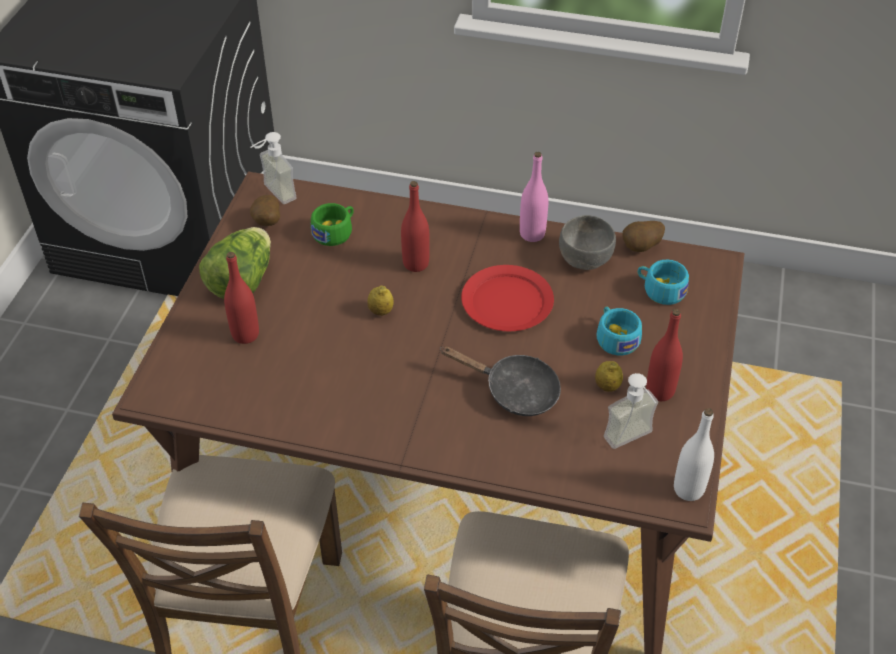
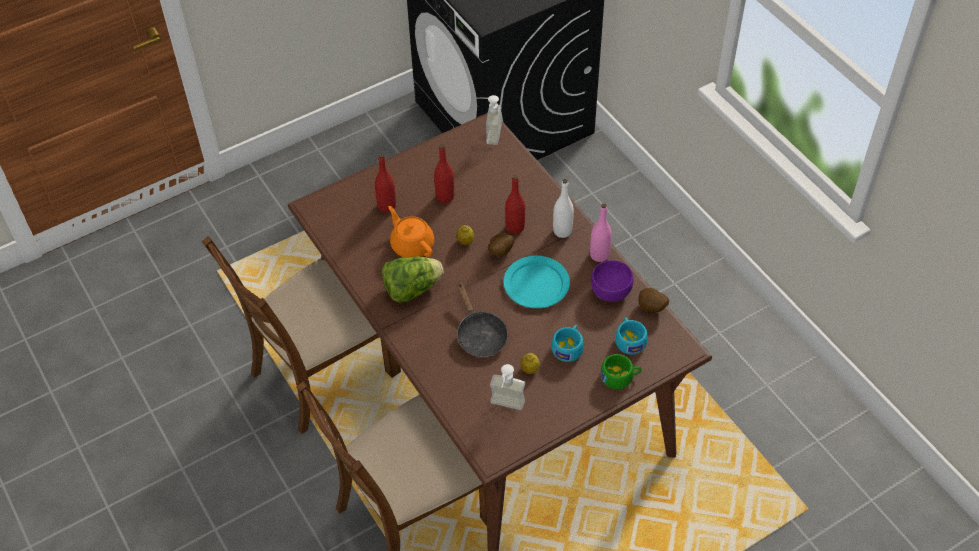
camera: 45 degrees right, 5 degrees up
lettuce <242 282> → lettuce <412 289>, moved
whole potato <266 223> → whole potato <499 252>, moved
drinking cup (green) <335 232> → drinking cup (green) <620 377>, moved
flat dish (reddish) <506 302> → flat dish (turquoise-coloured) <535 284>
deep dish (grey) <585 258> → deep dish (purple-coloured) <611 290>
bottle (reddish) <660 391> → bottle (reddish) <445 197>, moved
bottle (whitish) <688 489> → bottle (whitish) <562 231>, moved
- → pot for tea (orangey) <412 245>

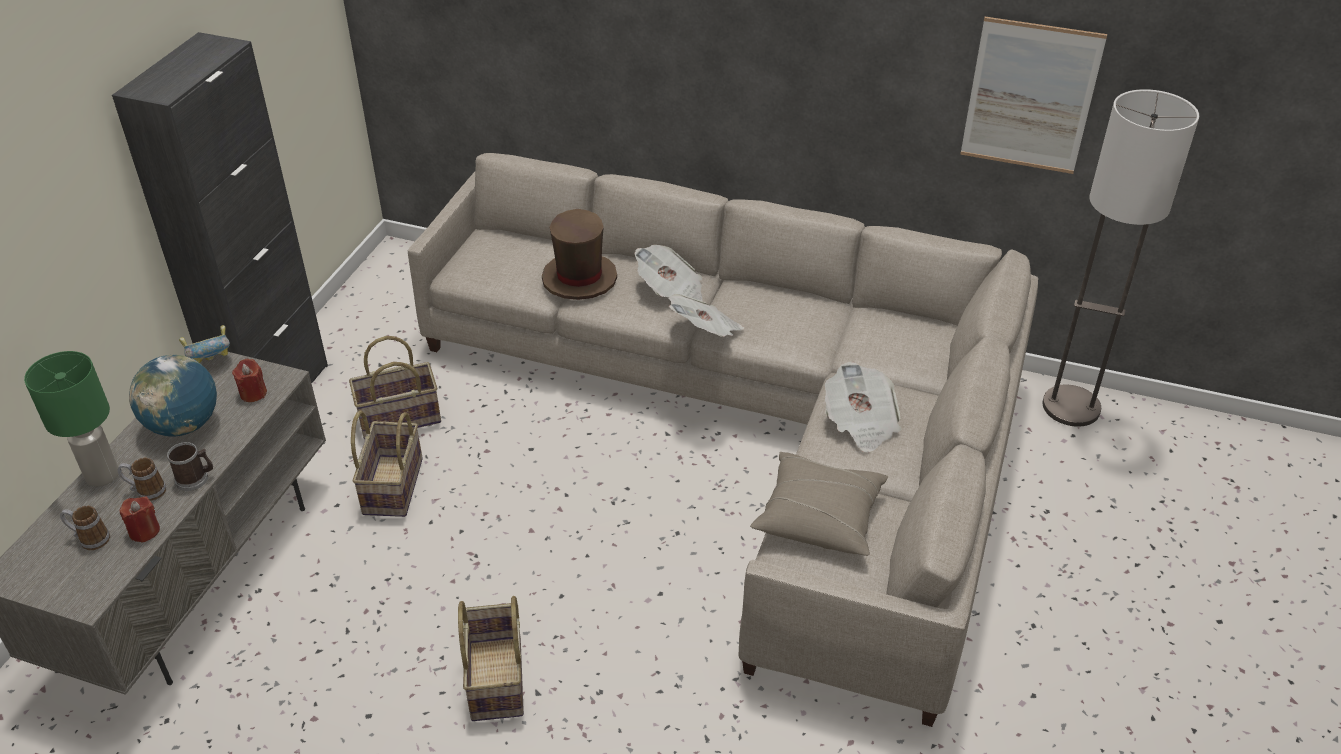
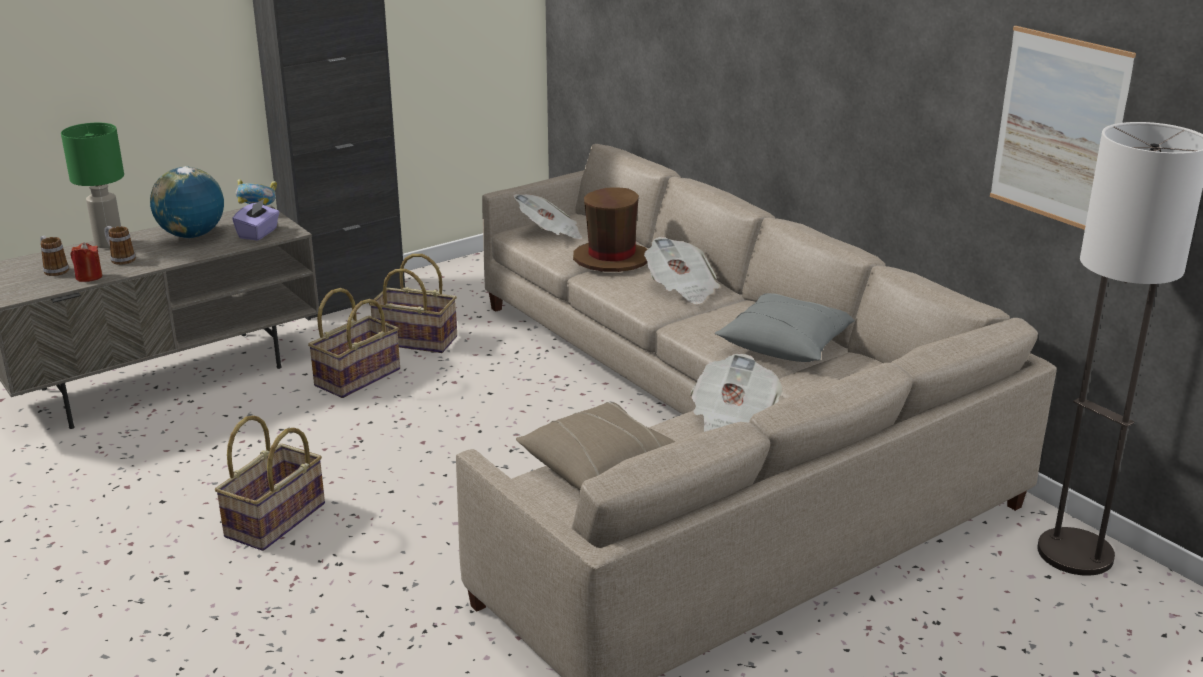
camera: 35 degrees right, 15 degrees down
mug <195 478> → -
wax candle (reddish) <253 393> → tissue box (purple-coloured) <258 233>
daily paper <706 331> → daily paper <550 234>, moved
- → pillow (grey) <786 345>

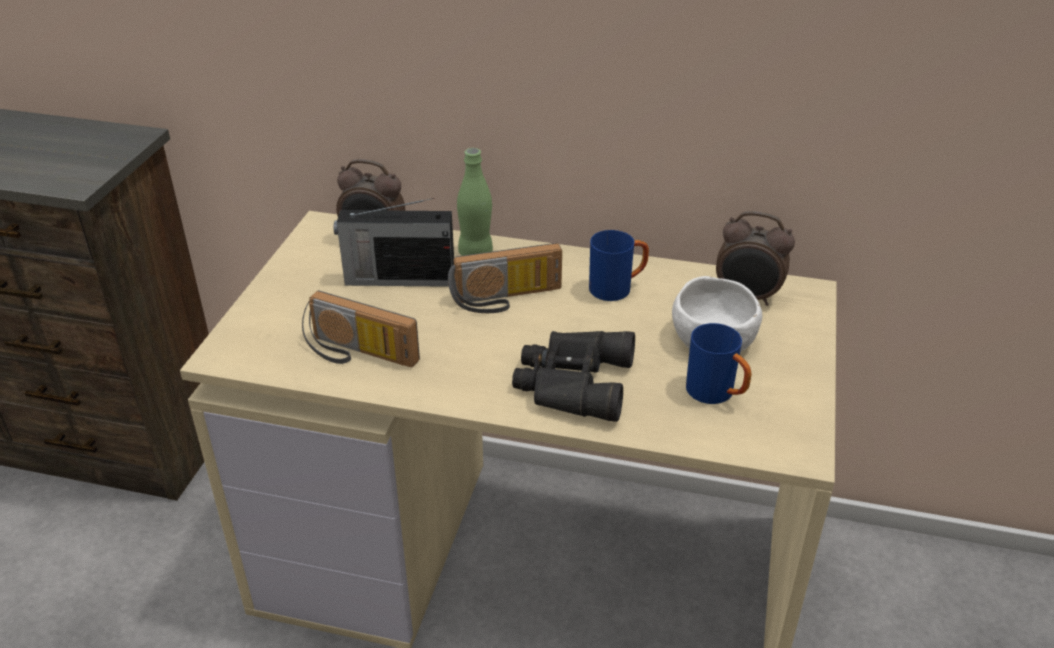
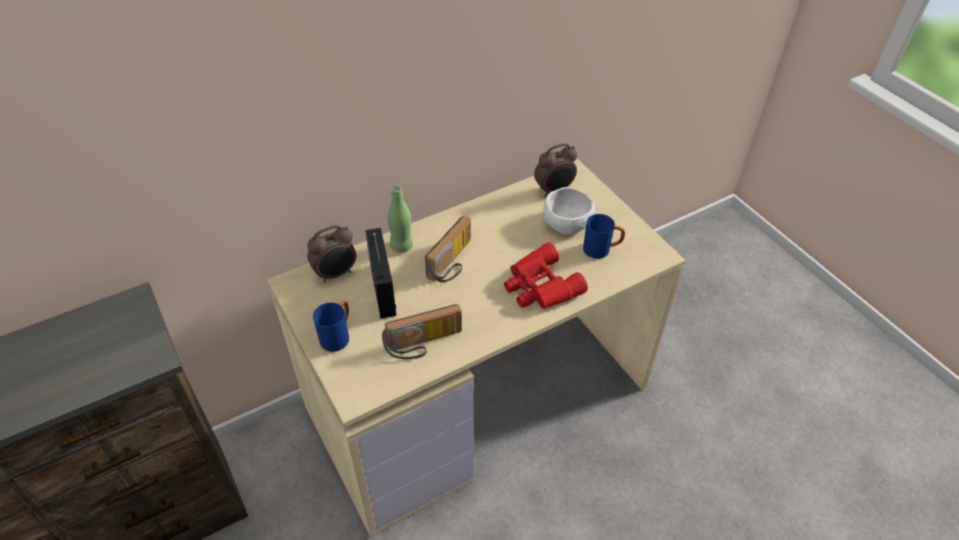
camera: 45 degrees left, 10 degrees up
radio receiver <398 279> → radio receiver <383 288>, 120 degrees clockwise
pair of binoculars (black-coloured) <571 383> → pair of binoculars (reddish) <539 287>
mug (bluish) <617 288> → mug (bluish) <338 335>, moved

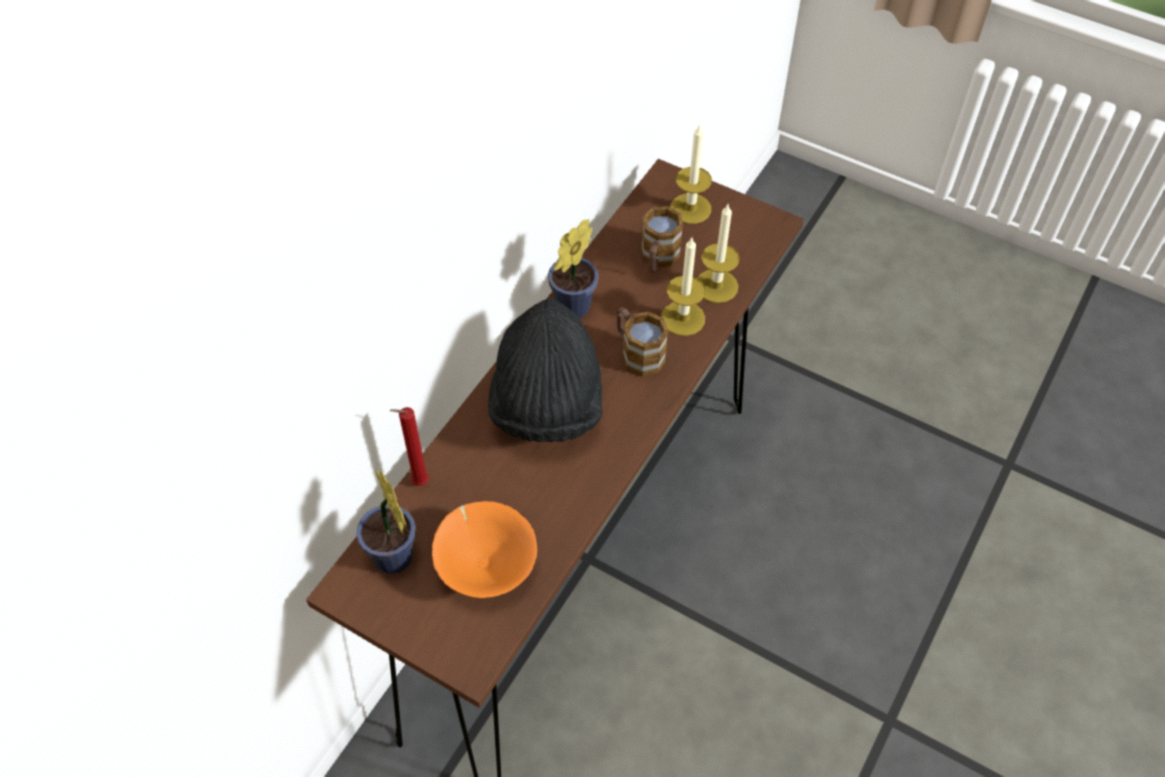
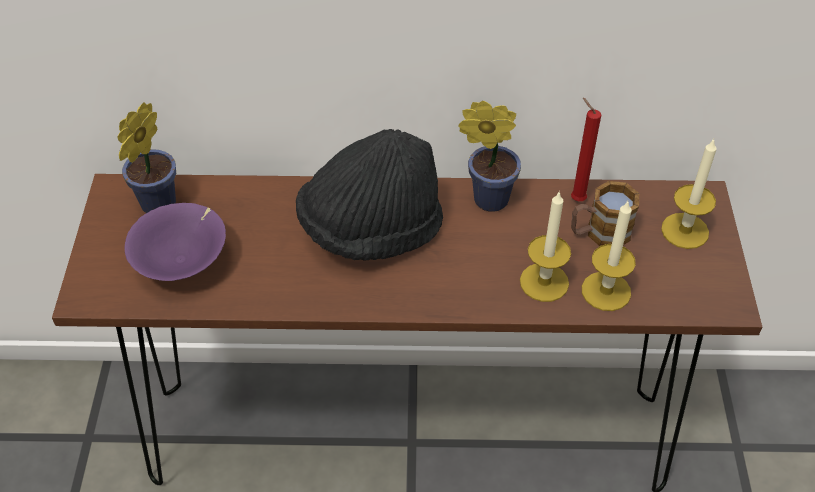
camera: 60 degrees right, 5 degrees down
wax candle (reddish) <418 483> → wax candle (reddish) <575 199>, moved
deep dish (orangey) <485 564> → deep dish (purple-coloured) <183 262>
mug <637 353> → -

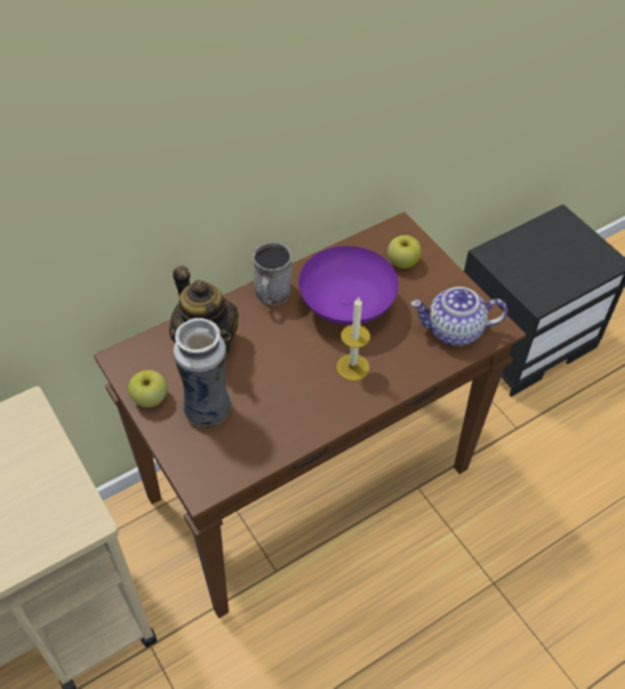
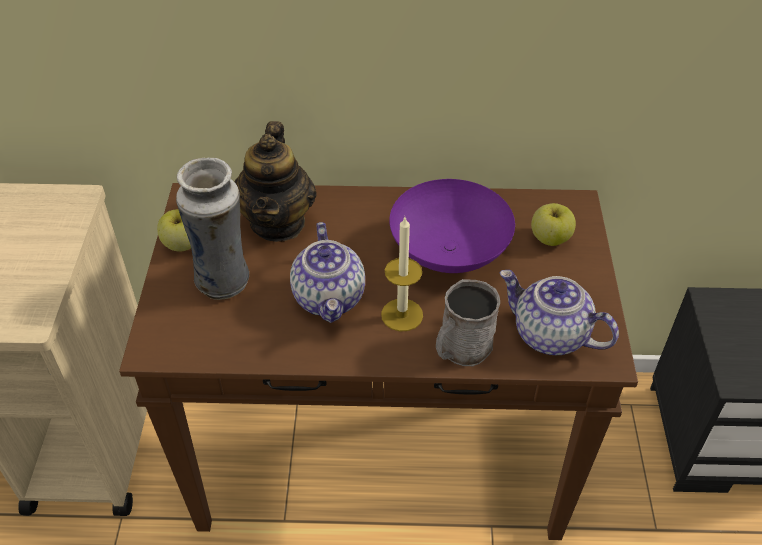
camera: 35 degrees right, 5 degrees down
mug (grey) <271 295> → mug (grey) <461 350>, moved
- → pot for tea <330 298>

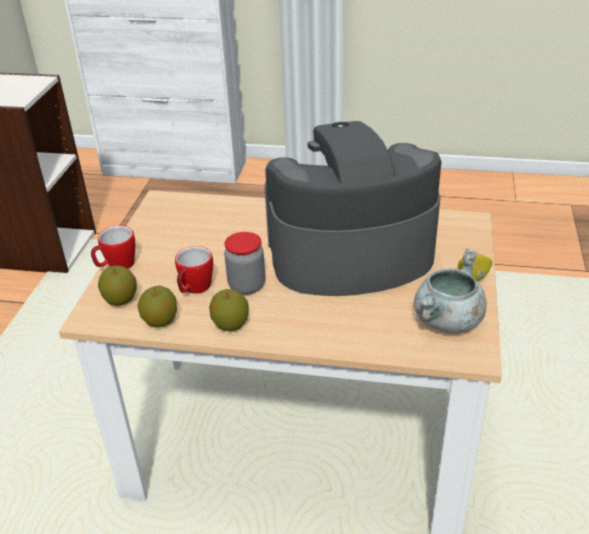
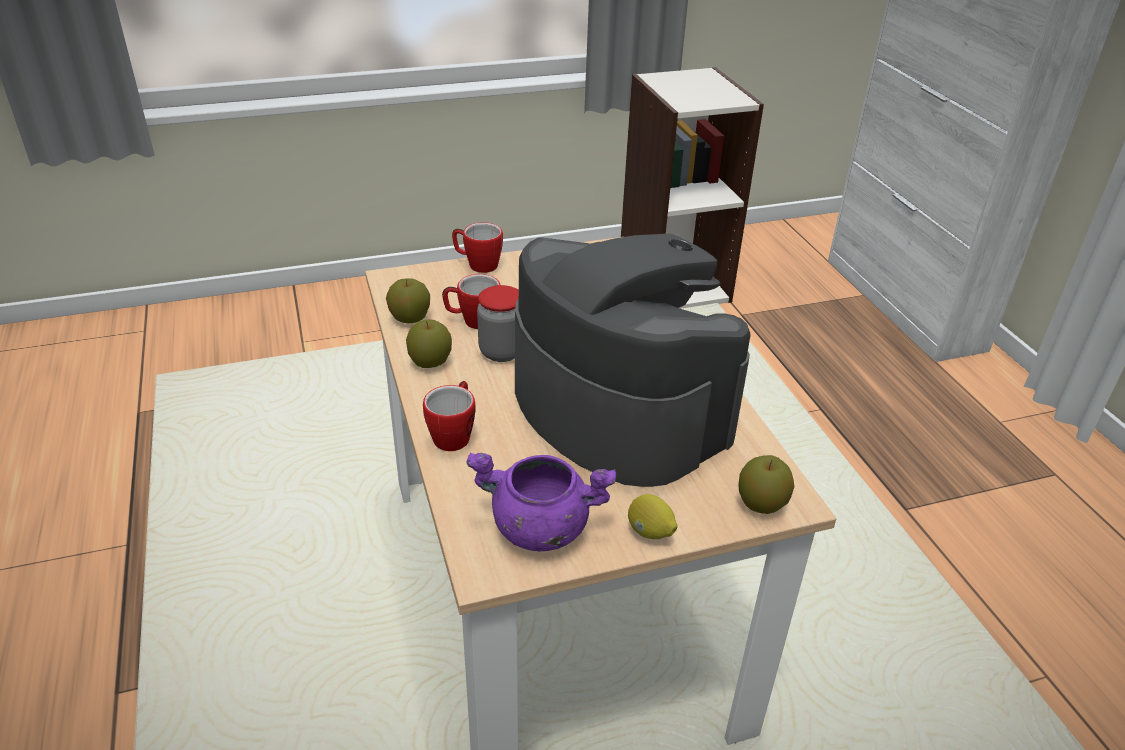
camera: 60 degrees right, 0 degrees up
apple <121 300> → apple <761 504>, moved
saucepot (grey) <447 320> → saucepot (purple-coloured) <539 528>
- → mug <454 434>

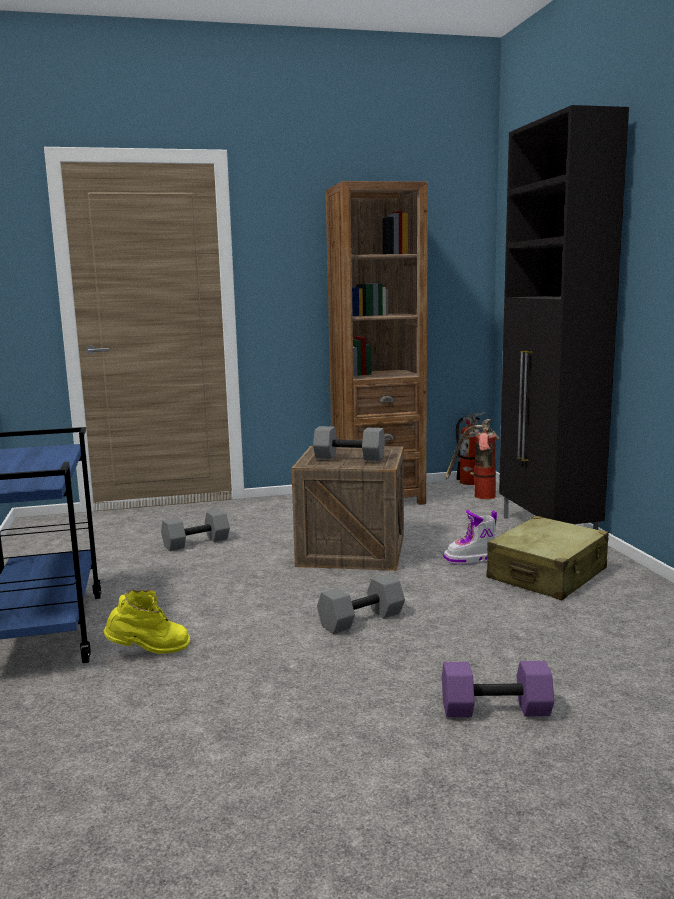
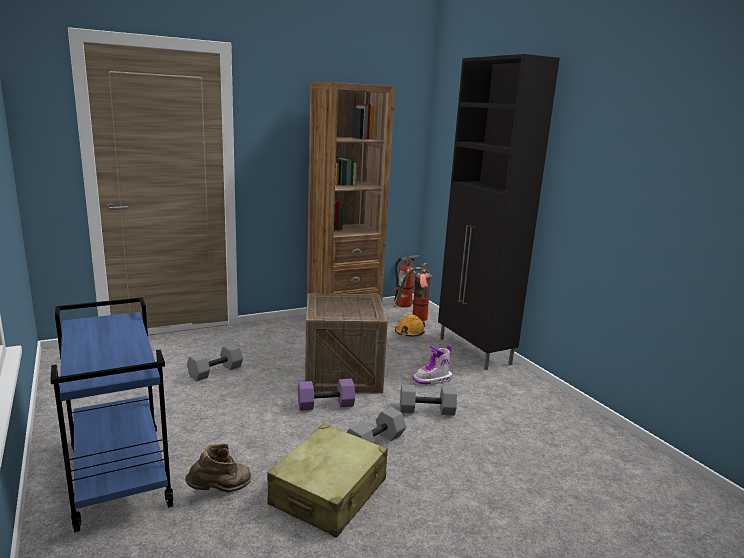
camera: 15 degrees left, 5 degrees up
high-top boot (yellow) <150 653> → high-top boot (brown-coloured) <221 491>
dumbbell (grey) <350 457> → dumbbell (grey) <427 410>, moved
dumbbell (purple-coloured) <496 708> → dumbbell (purple-coloured) <326 404>, moved
suitcase (beige) <547 574> → suitcase (beige) <329 492>, moved
- → work helmet (orangey) <409 332>

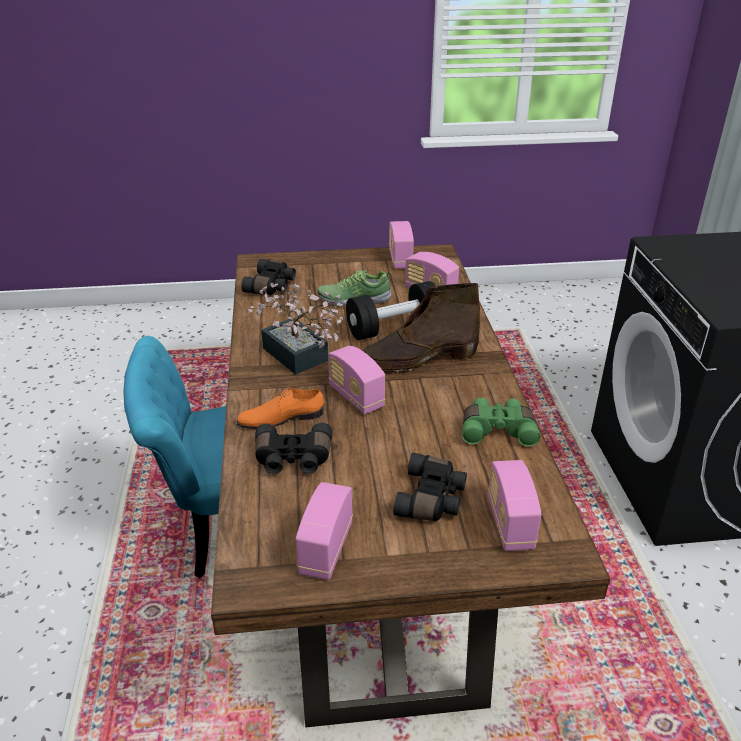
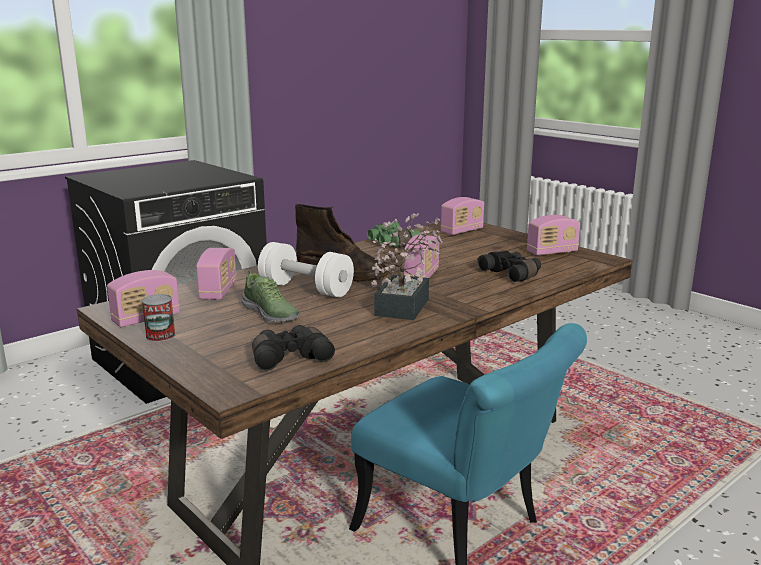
camera: 125 degrees left, 15 degrees down
item of footwear (orangey) <280 417> → -
dumbbell (black-coloured) <393 328> → dumbbell (whitish) <306 289>
pair of binoculars (black-coloured) <432 499> → -
- → sealed can <160 336>

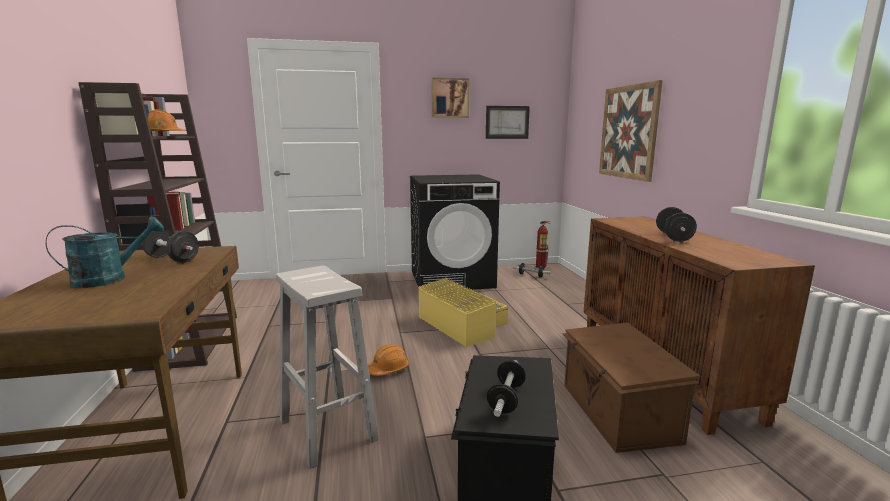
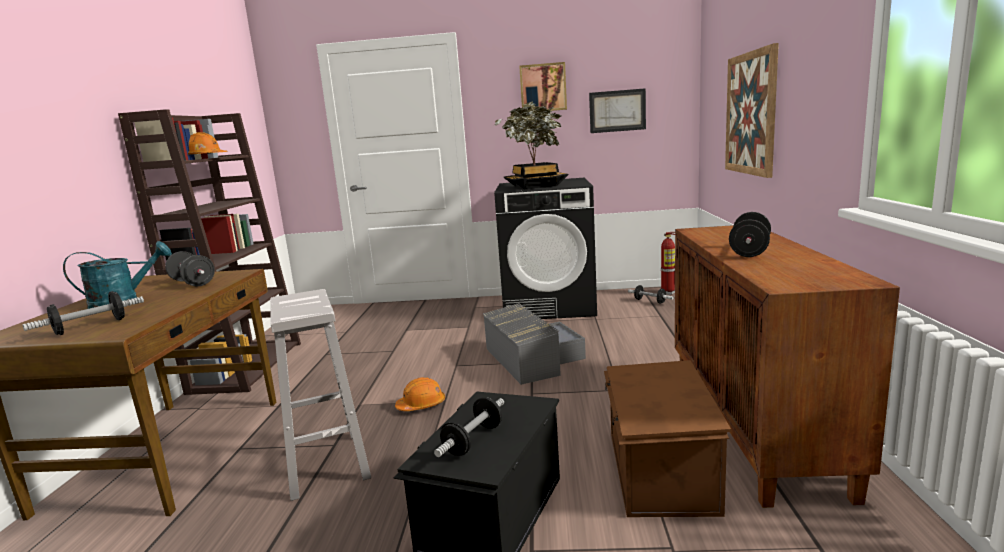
camera: 15 degrees right, 0 degrees up
storage box (yellow) <462 324> → storage box (grey) <531 358>
- → dumbbell <90 327>
- → houseplant <535 186>

